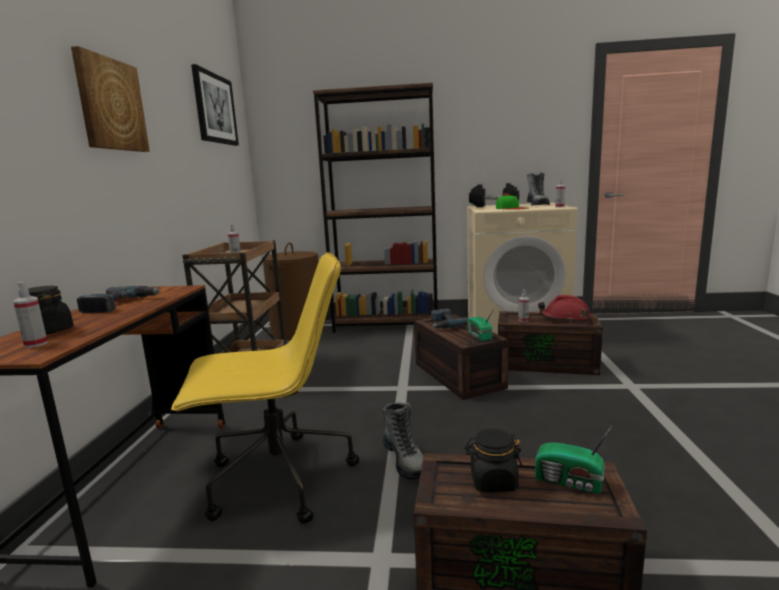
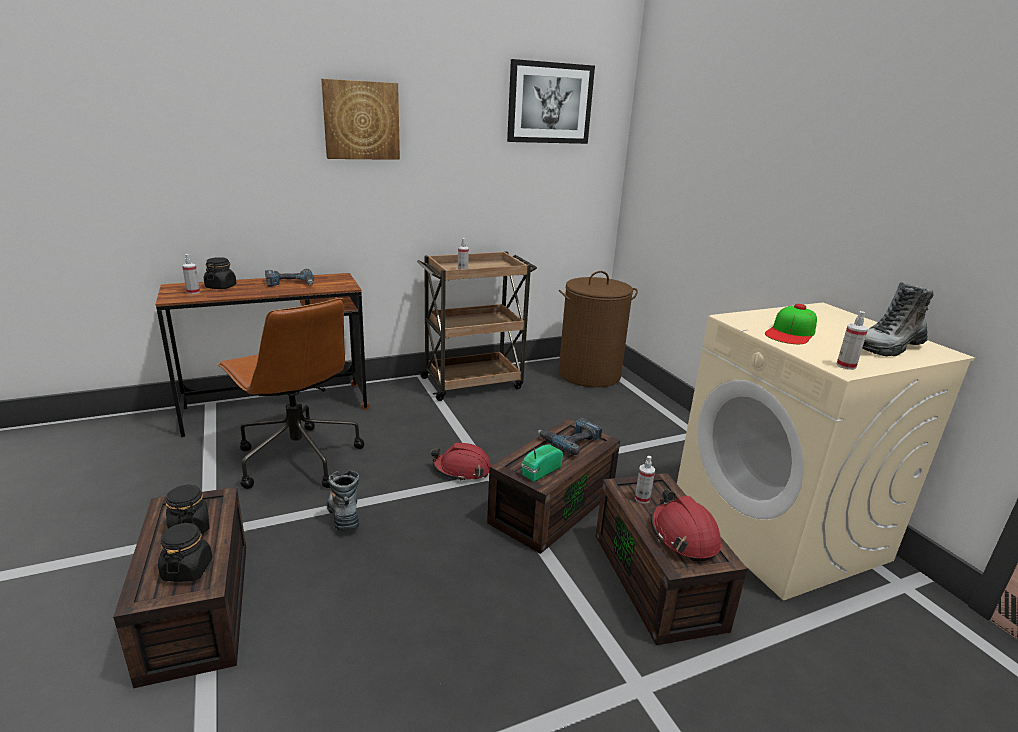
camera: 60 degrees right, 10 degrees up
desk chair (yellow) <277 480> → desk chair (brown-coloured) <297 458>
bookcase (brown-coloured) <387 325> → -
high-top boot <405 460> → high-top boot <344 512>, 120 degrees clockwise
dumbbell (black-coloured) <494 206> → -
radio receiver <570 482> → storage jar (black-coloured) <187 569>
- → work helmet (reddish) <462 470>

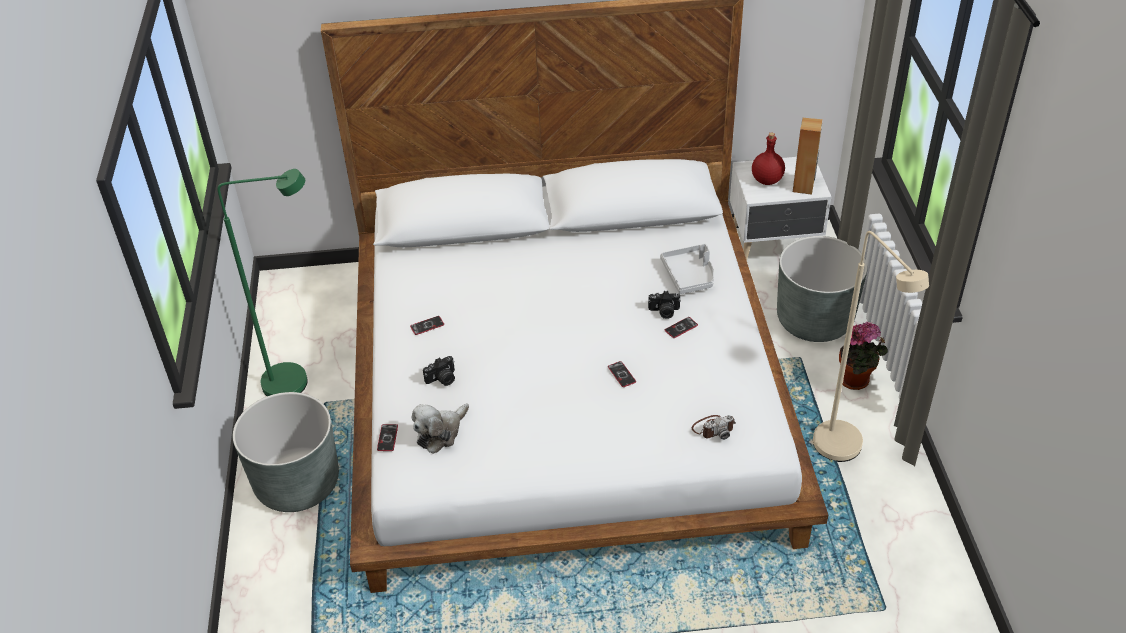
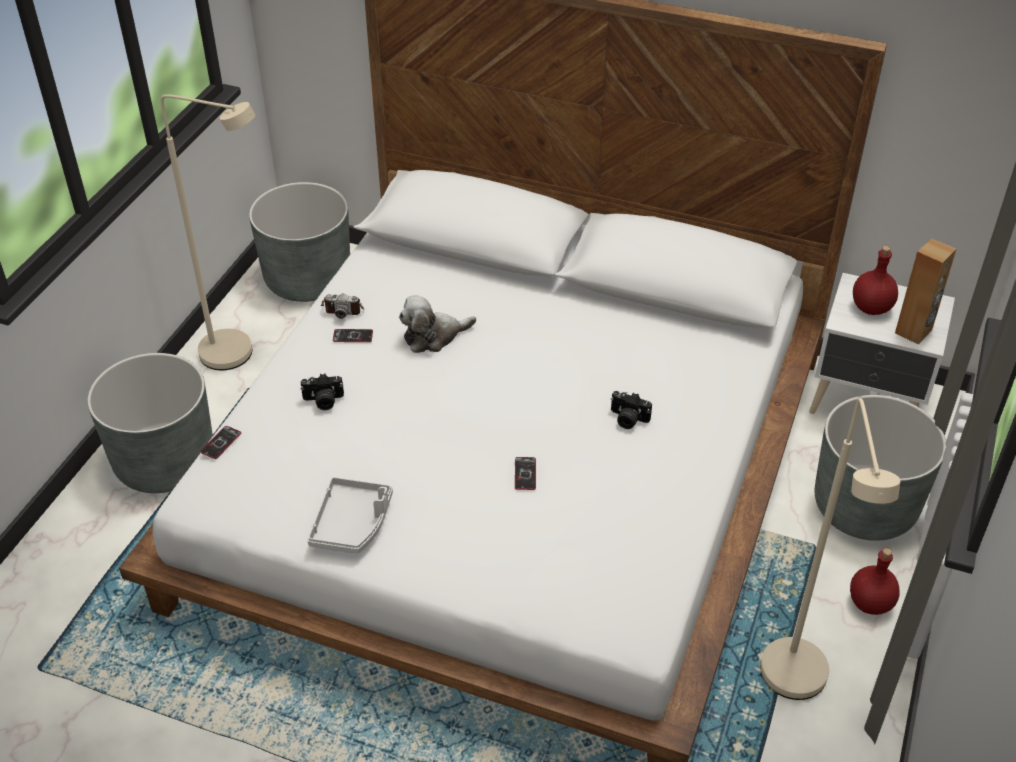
camera: 25 degrees right, 0 degrees up
standard lamp (green) <298 382> → standard lamp (beige) <239 355>
plush toy <440 433> → plush toy <434 336>, moved
carrying tray (grey) <689 275> → carrying tray (grey) <352 523>, moved
telephone <681 328> → -
photo camera <713 428> → photo camera <343 307>, moved
houseplant <857 381> → bottle (reddish) <871 603>
- → planter (grey) <308 279>

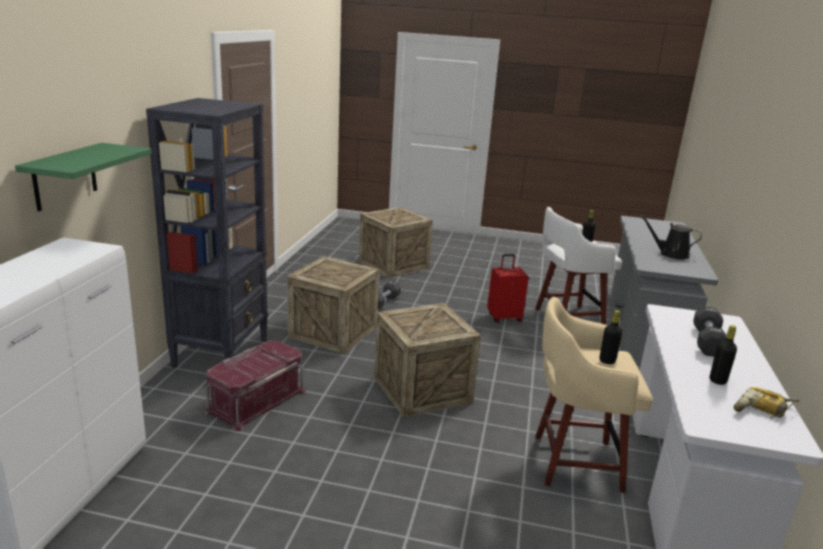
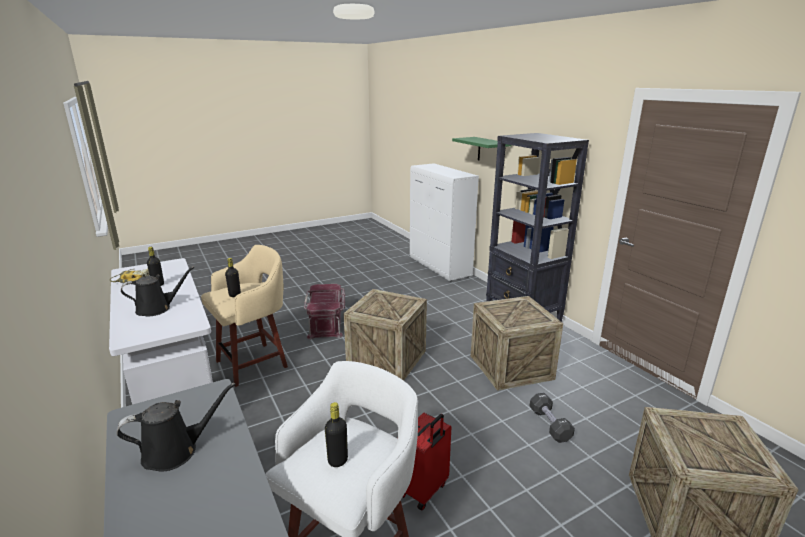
camera: 140 degrees right, 0 degrees up
storage box (reddish) <256 400> → storage box (reddish) <327 323>, moved
dumbbell (black-coloured) <707 342> → sprinkling can (black-coloured) <157 309>

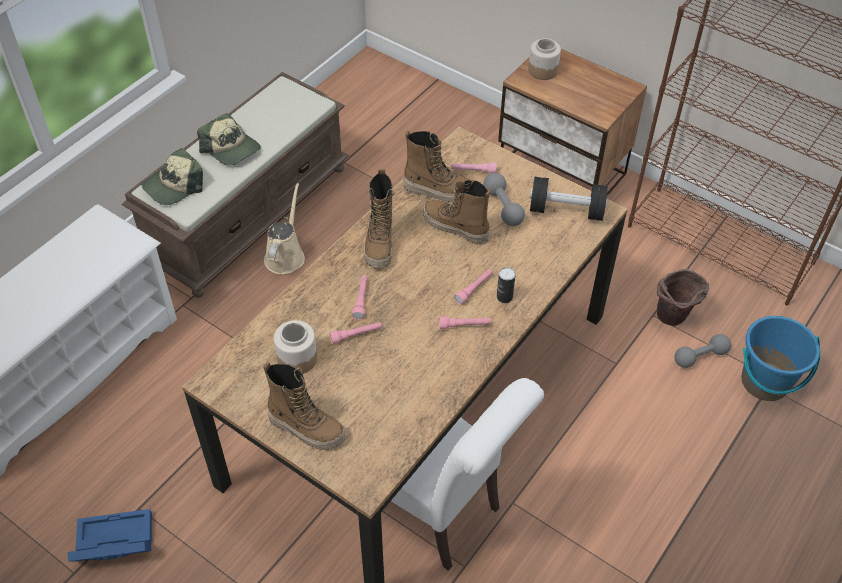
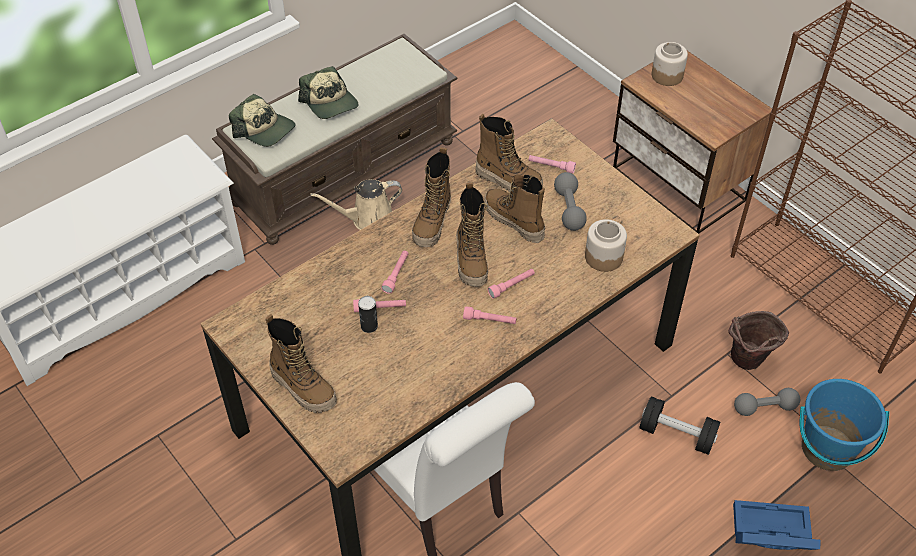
camera: 15 degrees right, 0 degrees up
storage box (bluish) <112 544> → storage box (bluish) <769 533>, moved
baseball cap <174 186> → baseball cap <264 129>, 120 degrees counterclockwise
sprinkling can (beige) <285 255> → sprinkling can (beige) <368 219>, 135 degrees counterclockwise
storage jar <297 358> → storage jar <603 257>, moved
sealed can <504 297> → sealed can <369 326>, moved
dumbbell (black-coloured) <566 210> → dumbbell (black-coloured) <677 434>, moved
- → high-top boot <471 261>

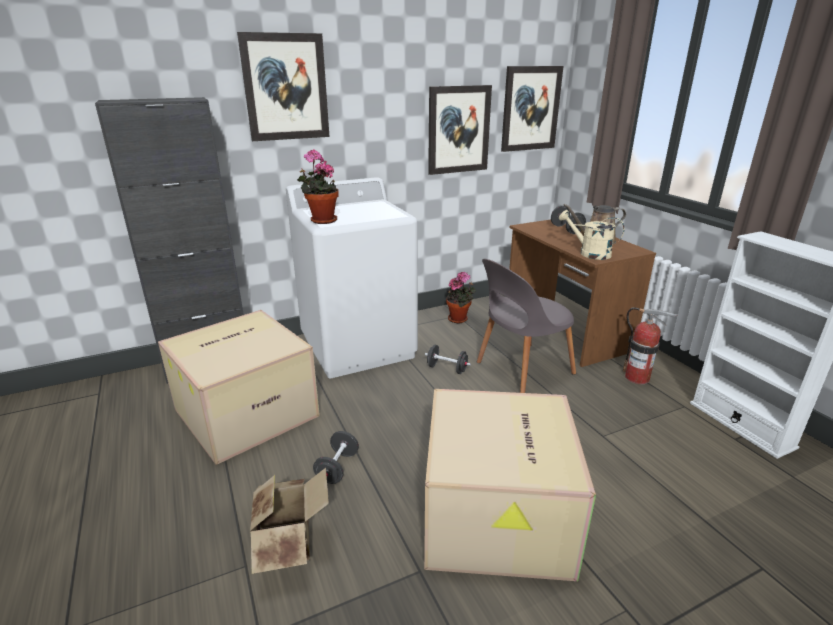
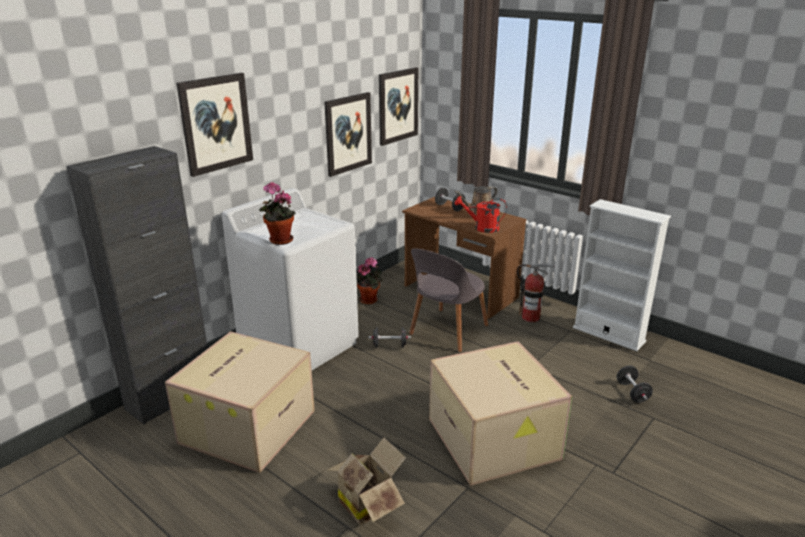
camera: 25 degrees left, 0 degrees up
dumbbell (black-coloured) <337 468> → dumbbell (black-coloured) <632 392>, moved
sprinkling can (beige) <589 253> → sprinkling can (reddish) <482 228>

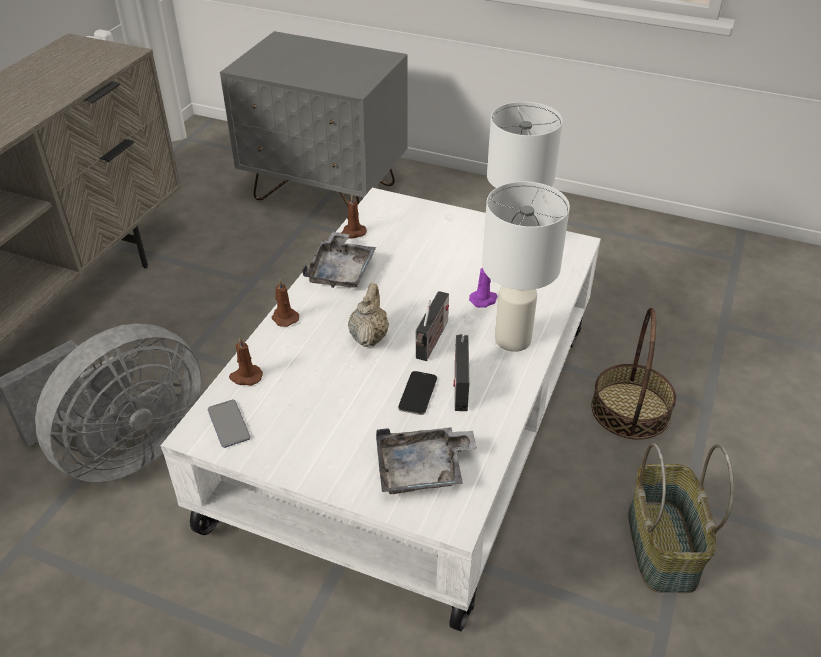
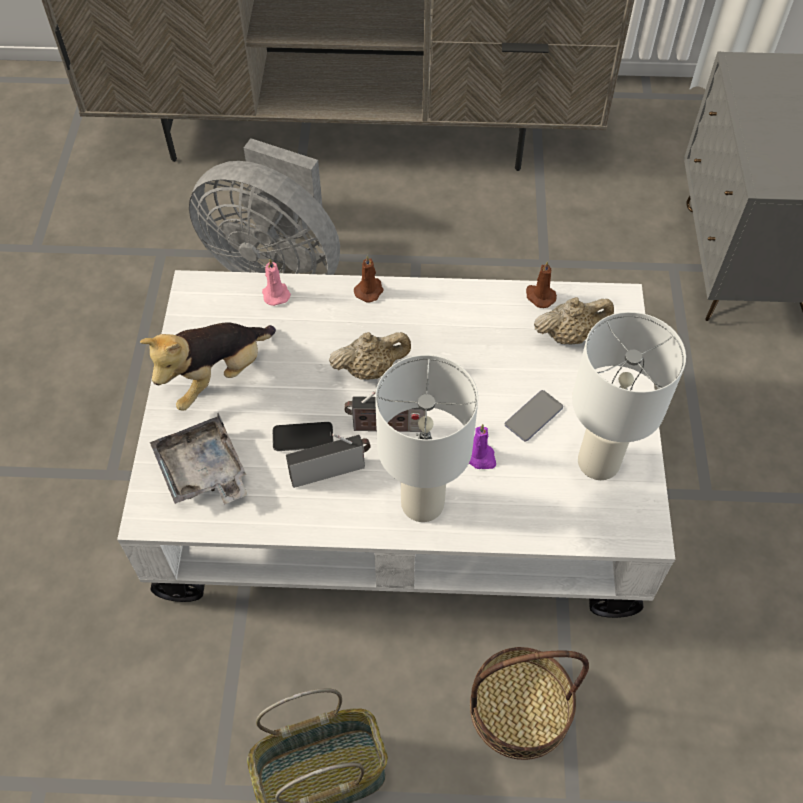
camera: 70 degrees right, 15 degrees up
telephone <229 424> → telephone <533 416>, moved
wax candle (brown-coloured) <245 377> → wax candle (pinkish) <275 293>
carrying tray (grey) <341 271> → -
- → plush toy <217 376>
- → pot for tea (beige) <569 335>

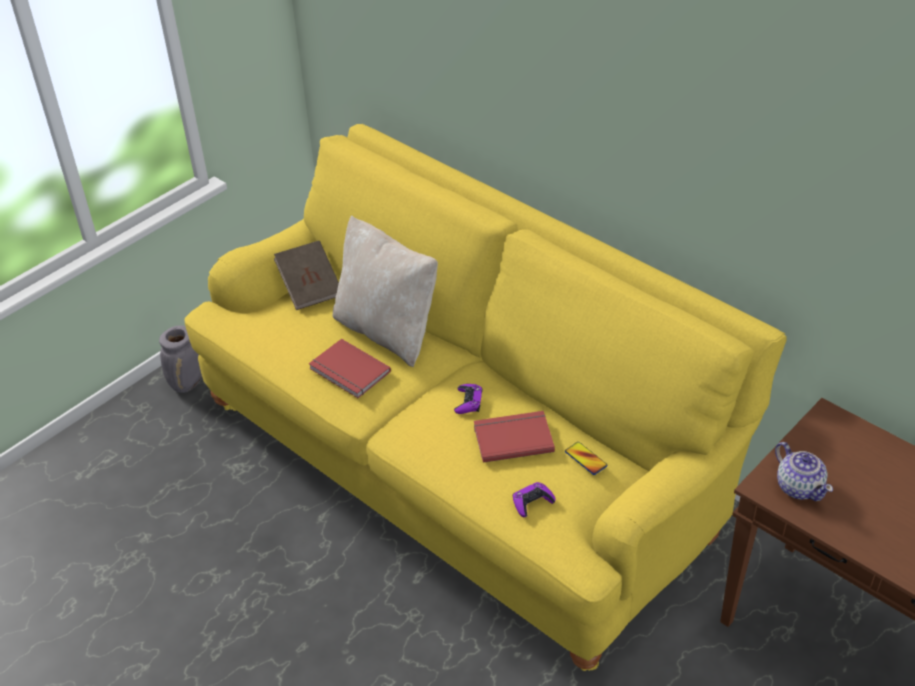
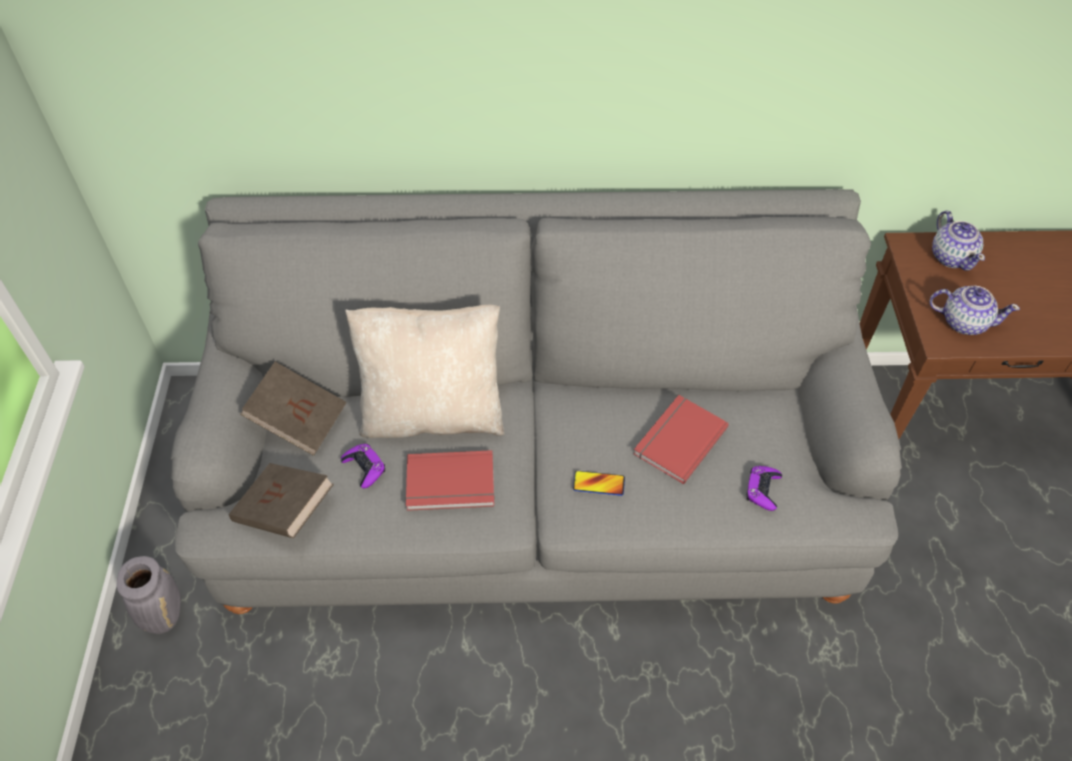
camera: 45 degrees left, 10 degrees up
sofa (yellow) <463 464> → sofa (grey) <536 493>
gamepad (purple-coloured) <468 402> → gamepad (purple-coloured) <364 468>, moved
telephone <586 459> → telephone <598 483>, moved
- → bound book (brown-coloured) <285 512>
- → pot for tea <951 257>

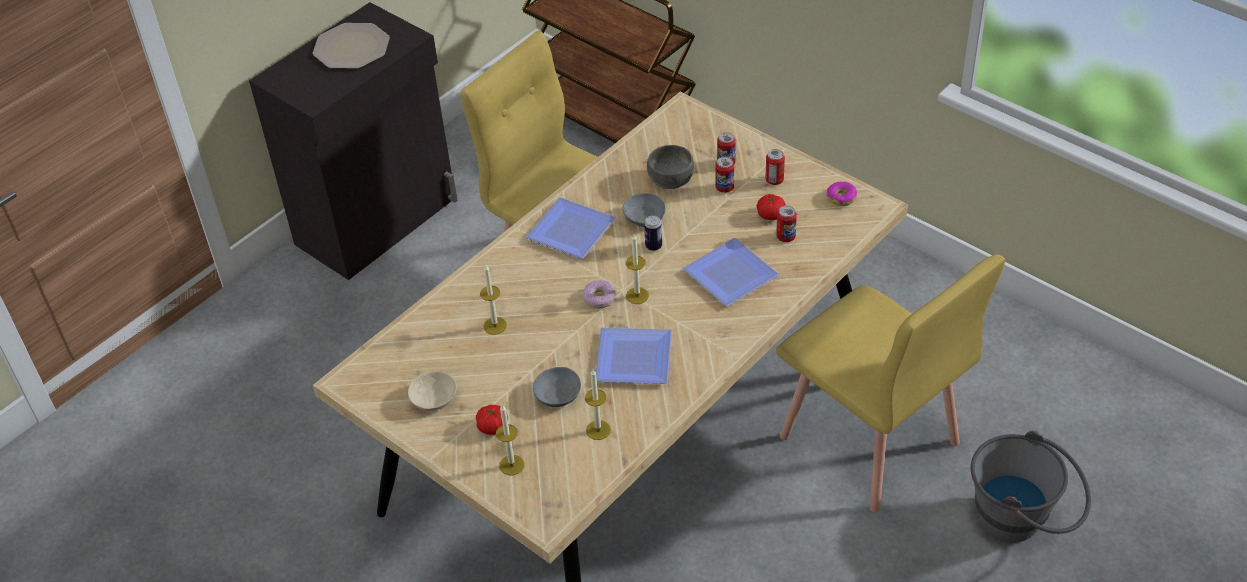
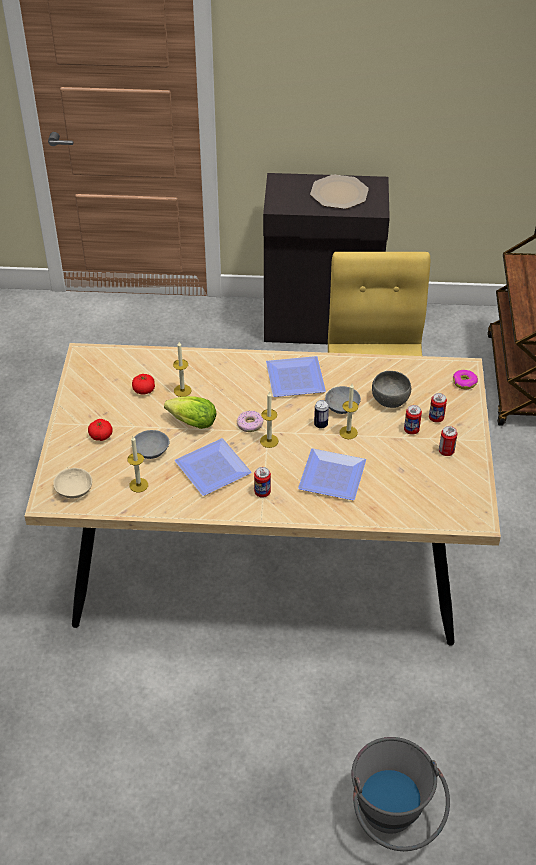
camera: 50 degrees right, 0 degrees up
deep dish (beige) <434 400> → deep dish (beige) <73 490>, moved
wax candle <511 465> → wax candle <348 432>, moved
whole tomato <770 215> → whole tomato <144 390>, moved
sealed can <785 237> → sealed can <262 492>, moved
chair (yellow) <869 441> → -
donut <841 197> → donut <464 382>, moved
- → lettuce <190 422>

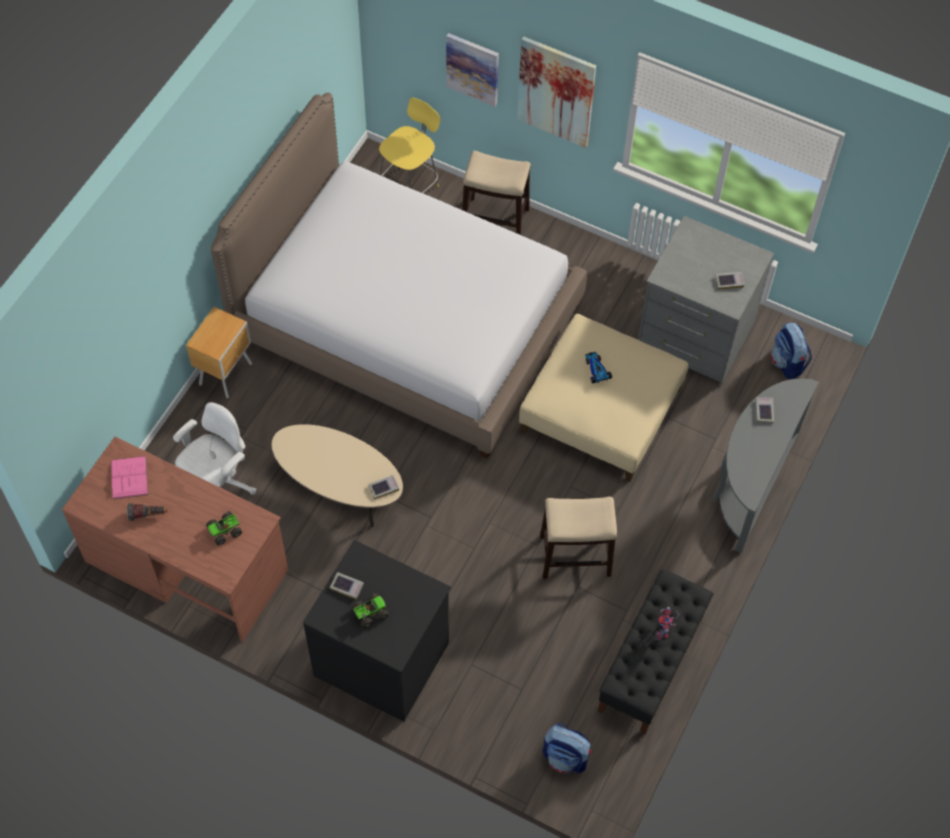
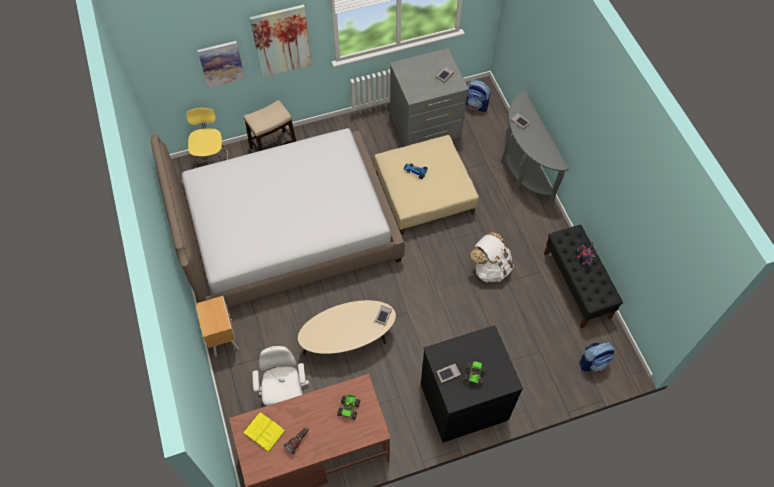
camera: 45 degrees left, 0 degrees up
bound book (pinkish) <129 477> → bound book (yellow) <264 431>
stool seat <576 555> → knapsack (whitish) <490 268>

